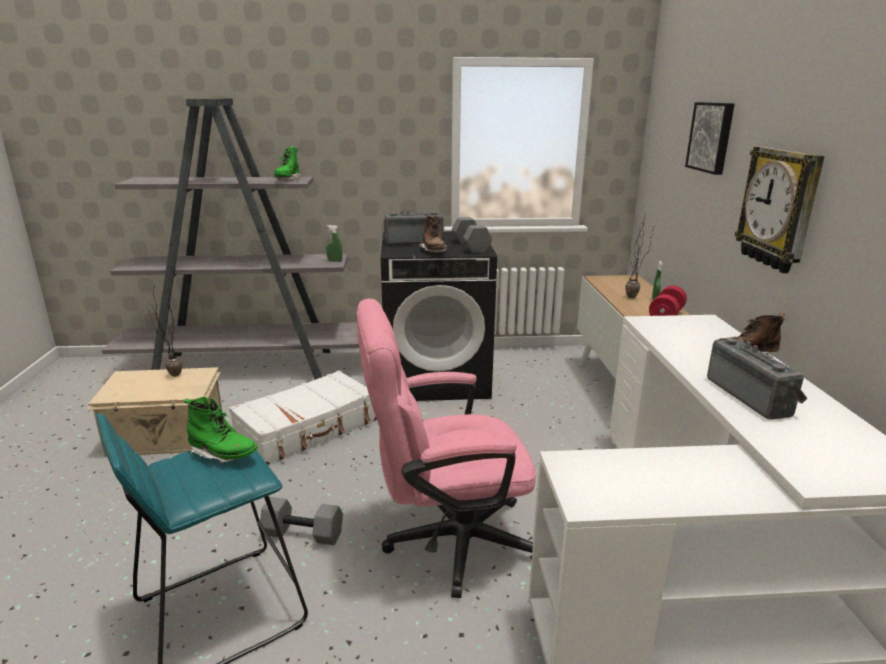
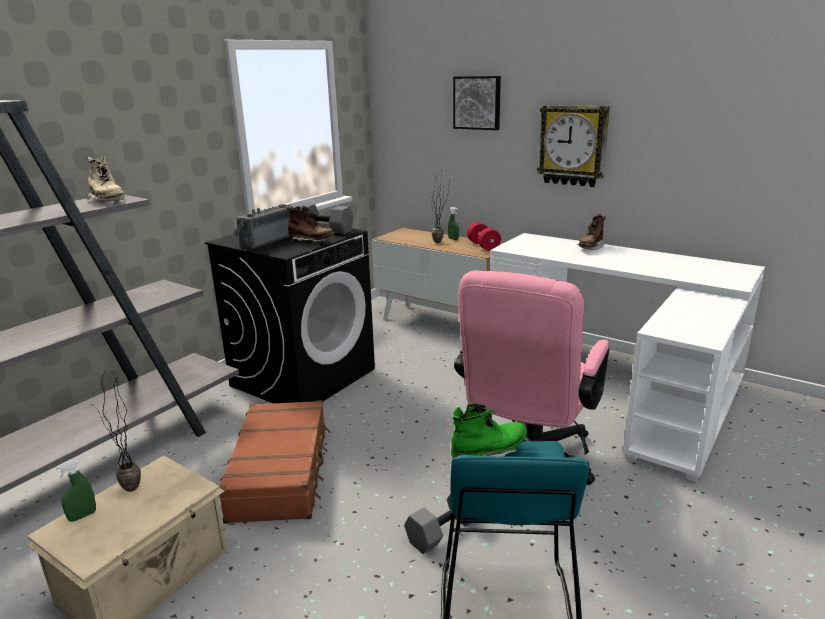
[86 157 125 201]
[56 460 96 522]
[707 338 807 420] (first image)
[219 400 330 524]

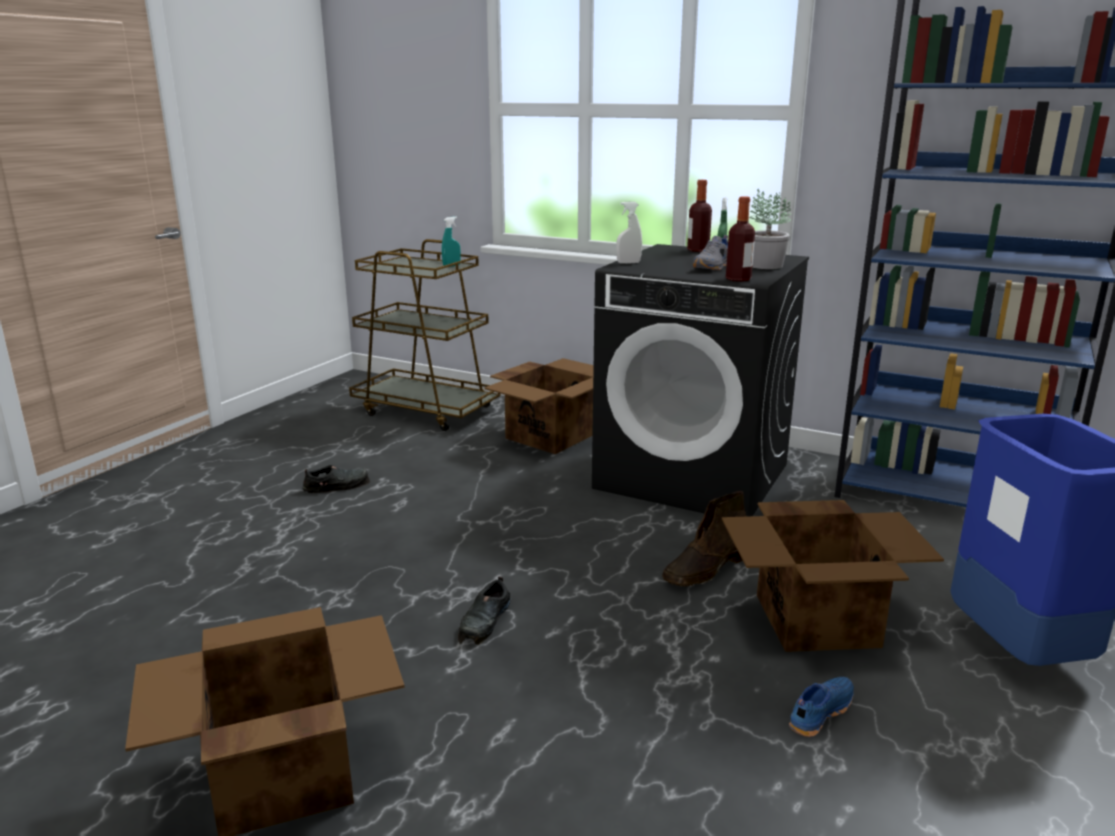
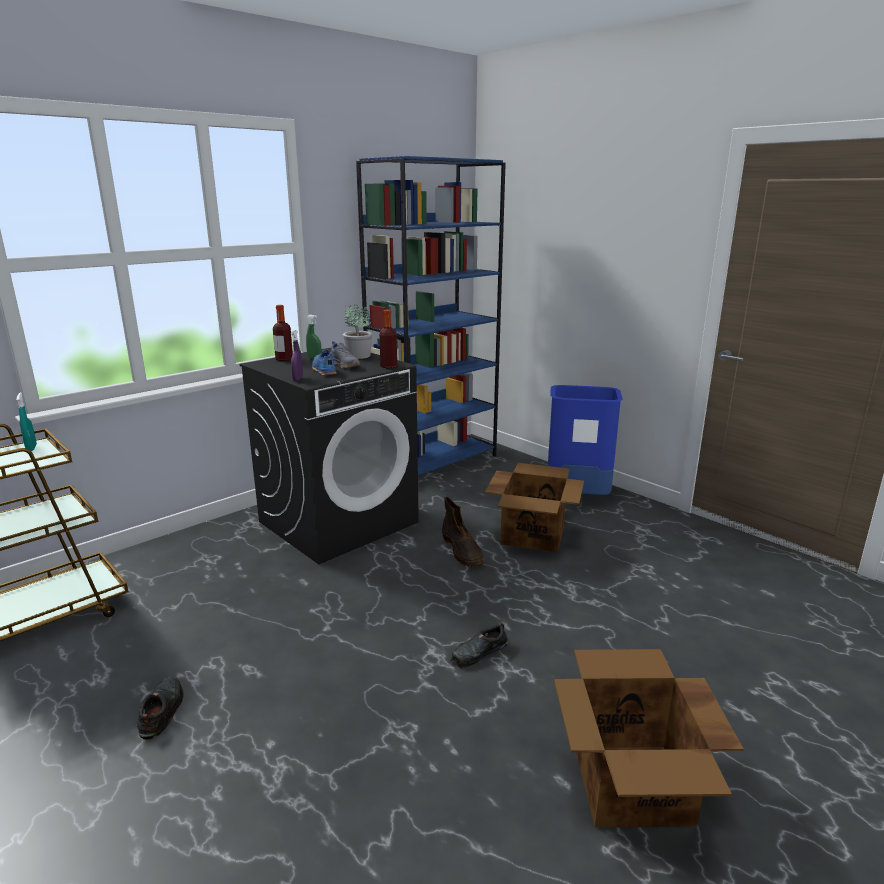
[291 330 303 381]
[484 358 594 454] (first image)
[450 623 508 668]
[312 349 337 376]

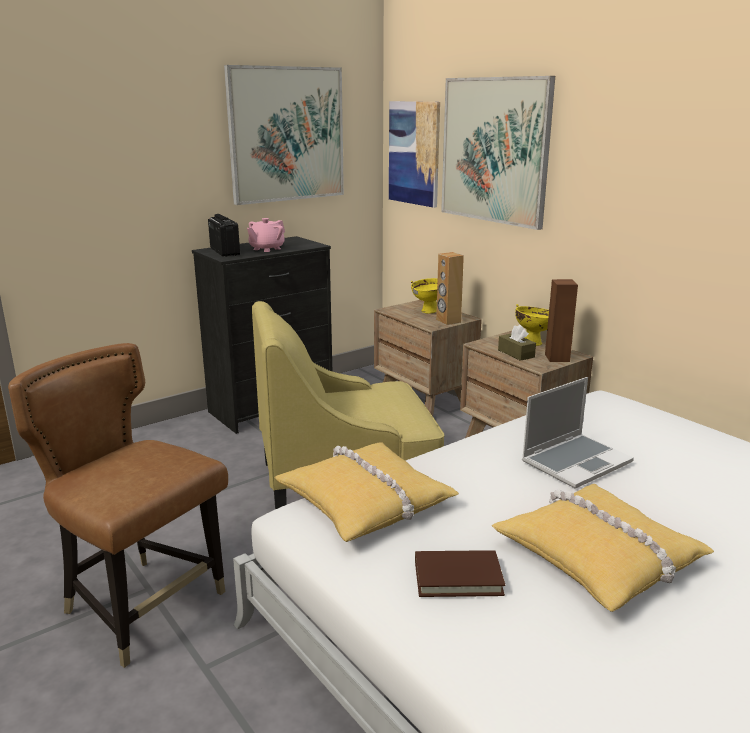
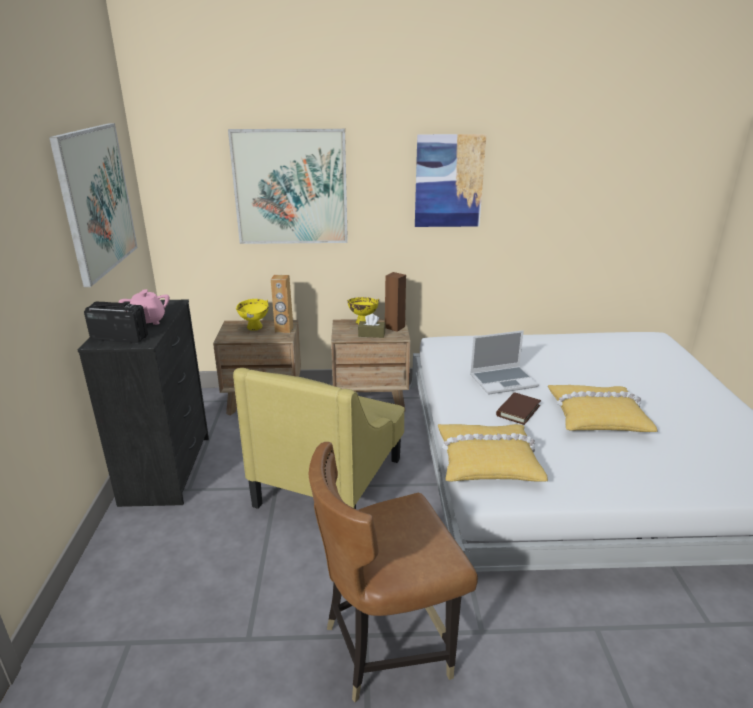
[415 134 486 227]
[470 330 539 394]
[496 392 541 425]

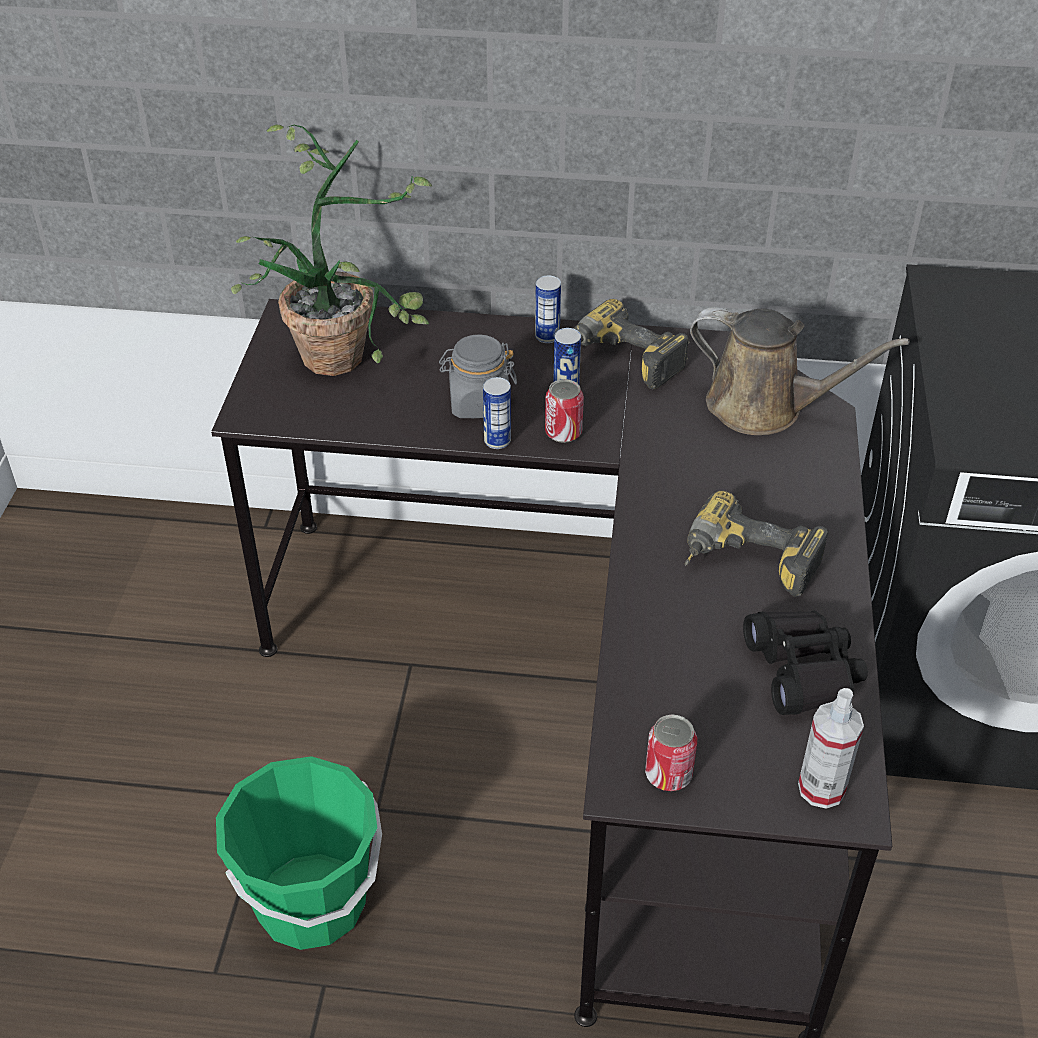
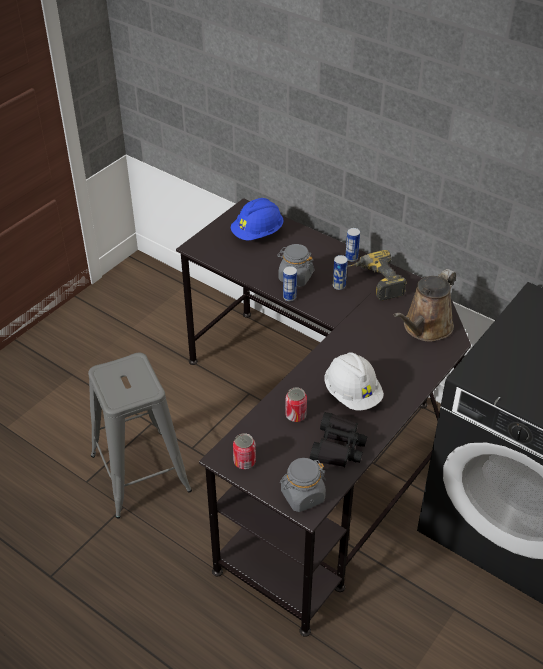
[231 198 284 240]
[394 269 456 342]
[285 387 307 422]
[325 352 384 410]
[280 458 326 512]
[88 353 192 518]

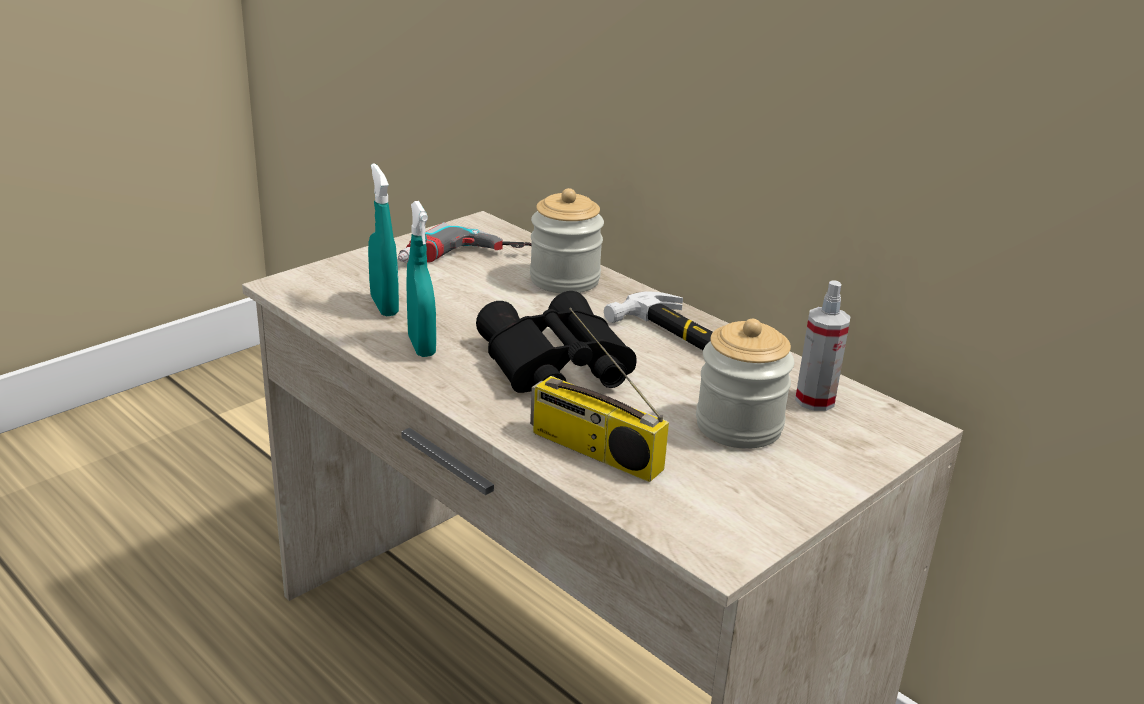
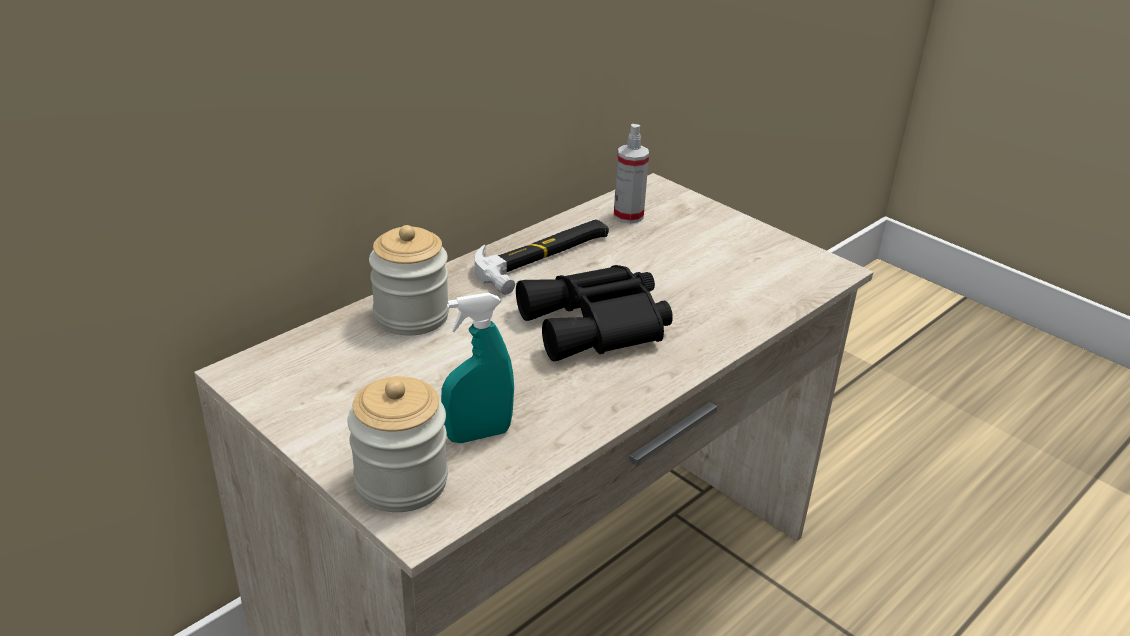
[406 201 436 357] (first image)
[398 222 532 263] (first image)
[530 308 669 482] (first image)
[347 376 448 512]

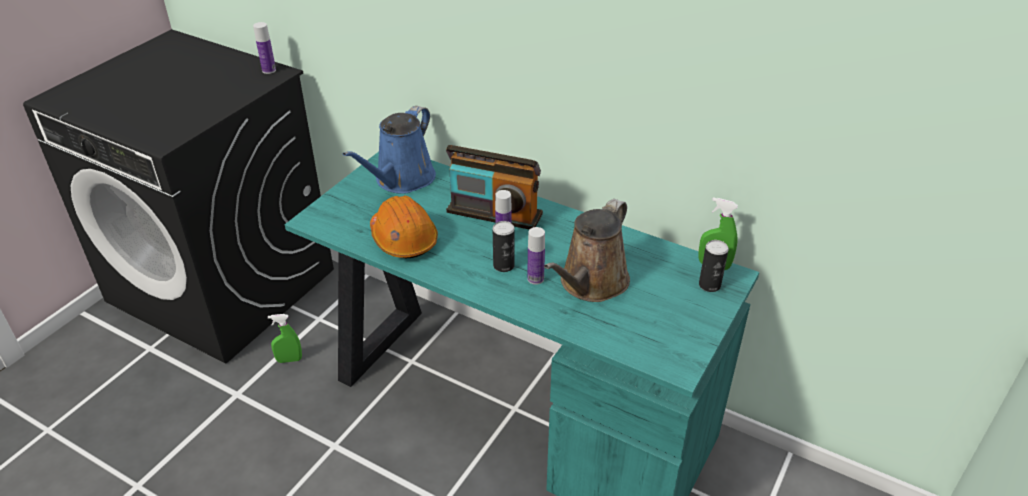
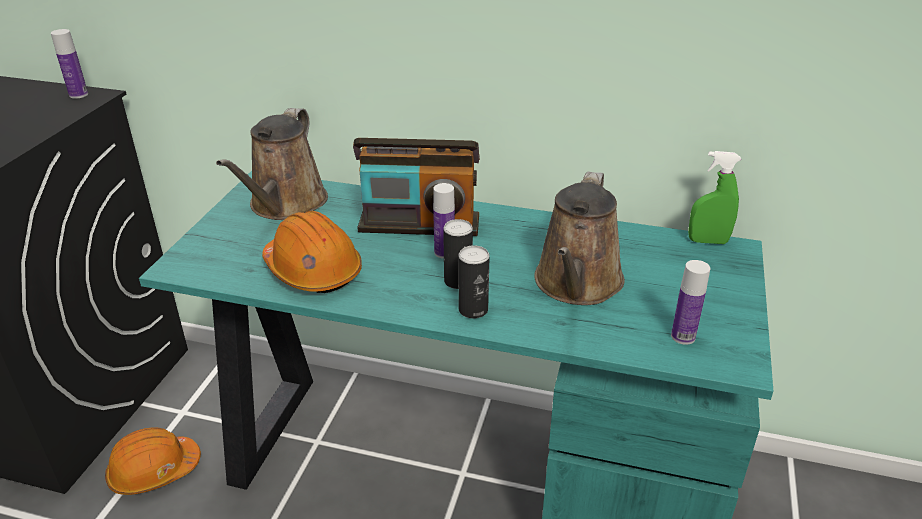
[216 108 328 220]
[671 260 710 345]
[458 245 490 318]
[105 428 201 495]

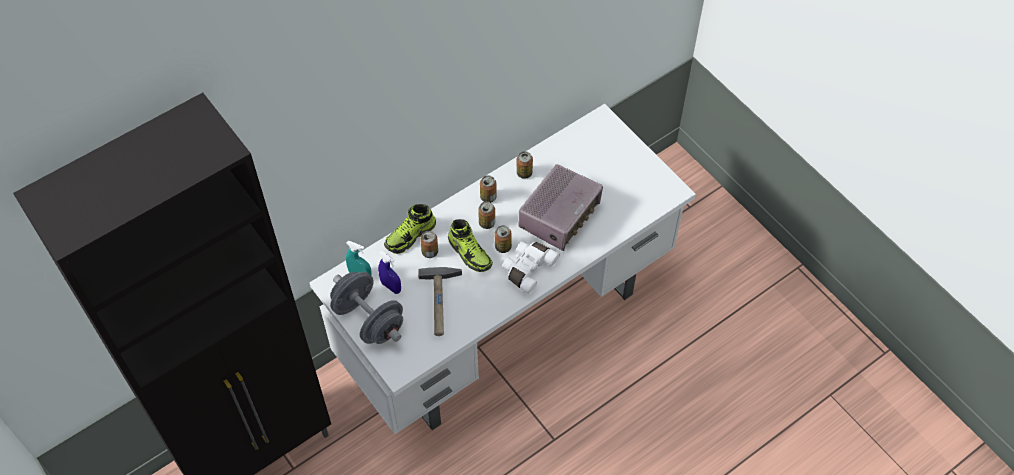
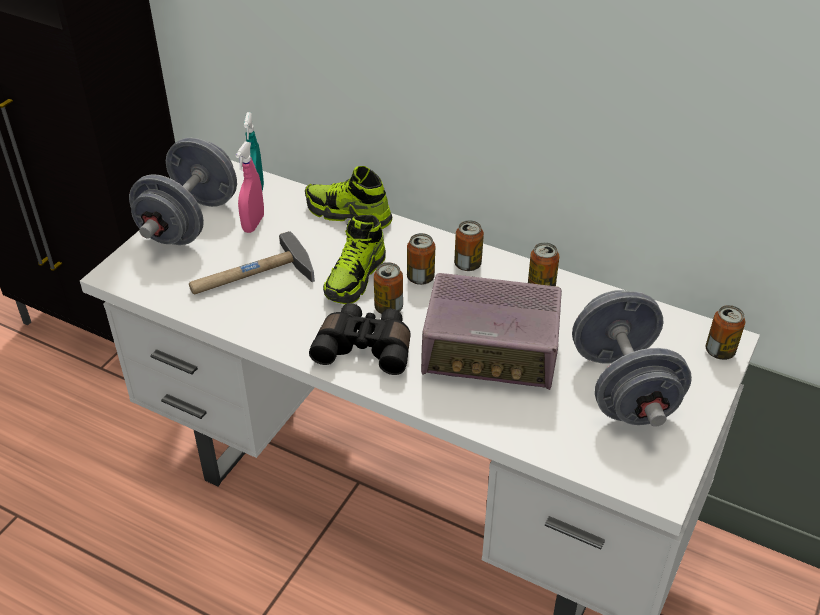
[706 305 745 360]
[309 303 411 375]
[236 142 264 233]
[572 290 692 426]

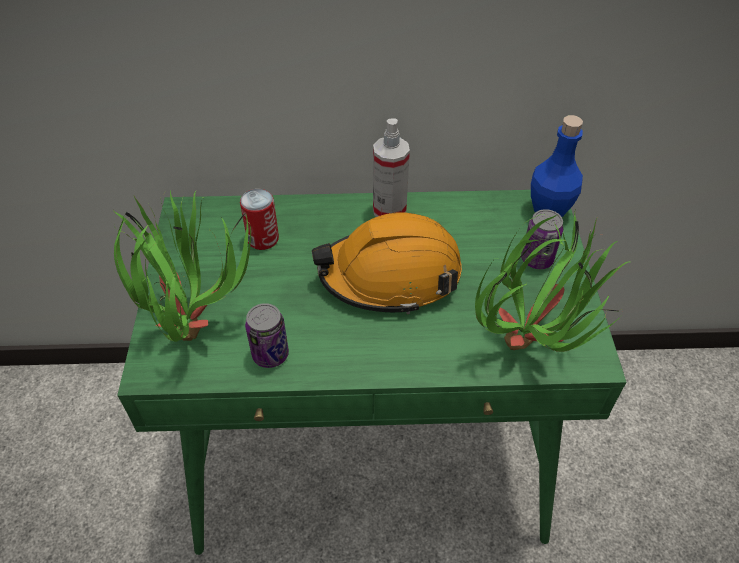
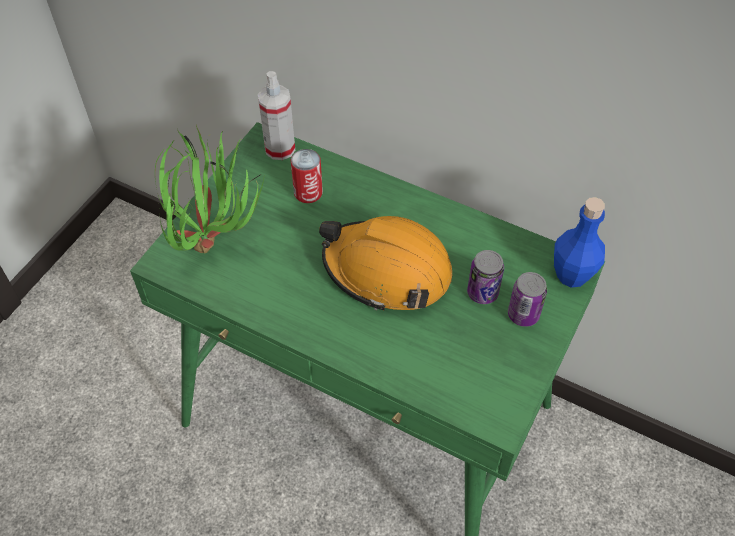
[258 71 295 160]
[475 212 629 352] (first image)
[467 250 504 304]

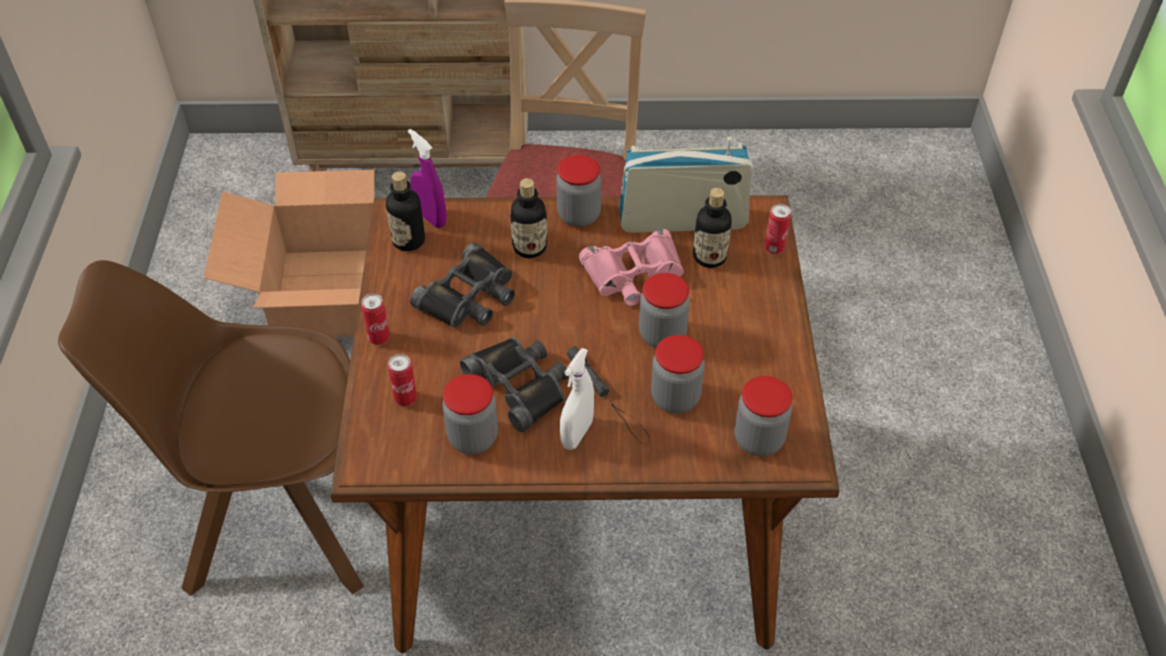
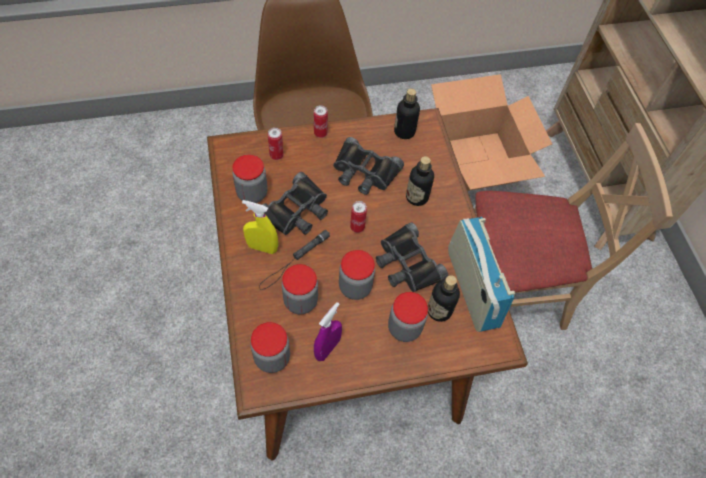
[314 302 342 361]
[388 292 428 342]
[350 201 367 233]
[376 222 448 292]
[242 200 278 254]

